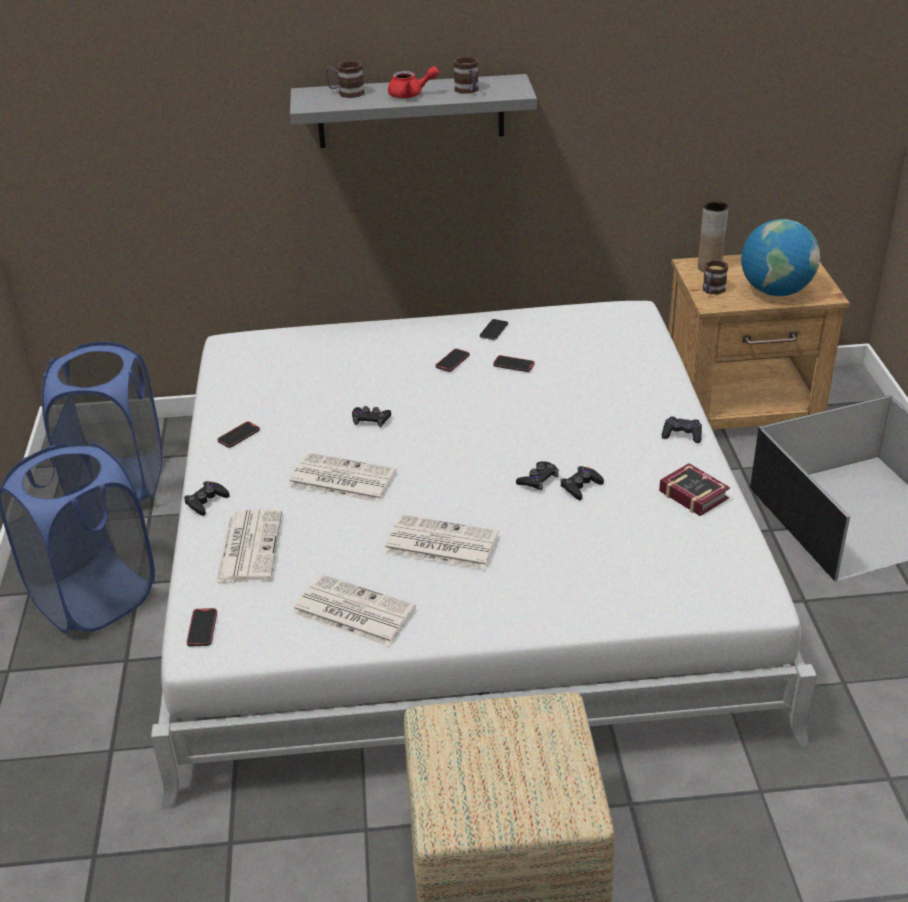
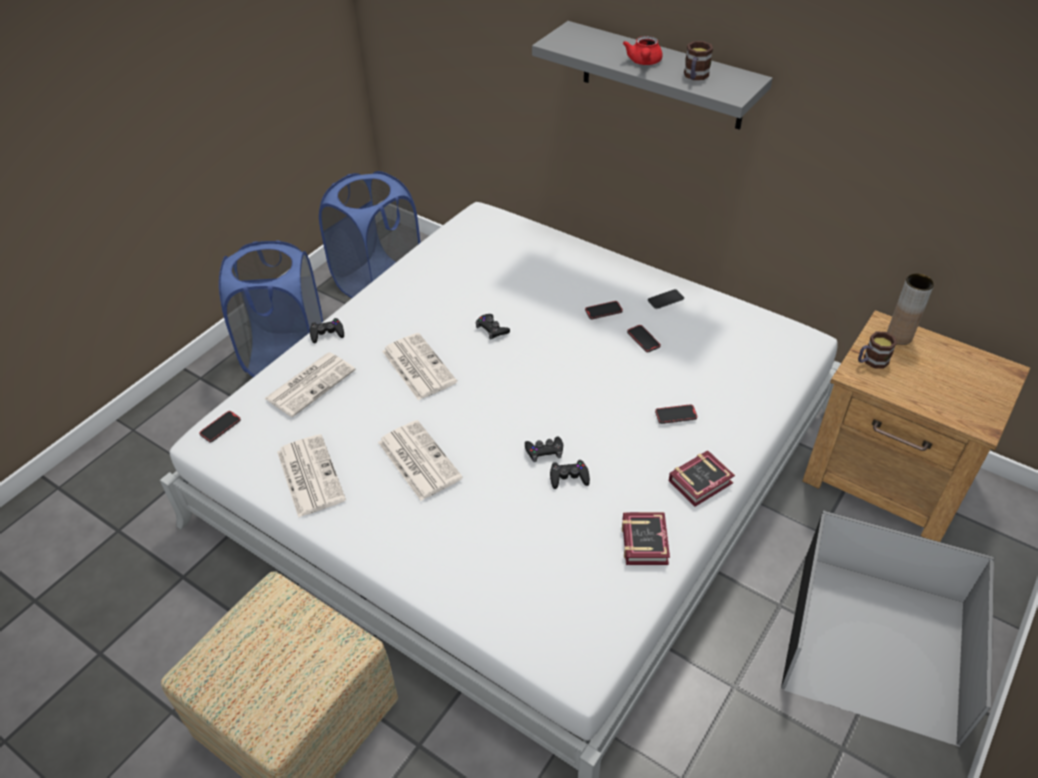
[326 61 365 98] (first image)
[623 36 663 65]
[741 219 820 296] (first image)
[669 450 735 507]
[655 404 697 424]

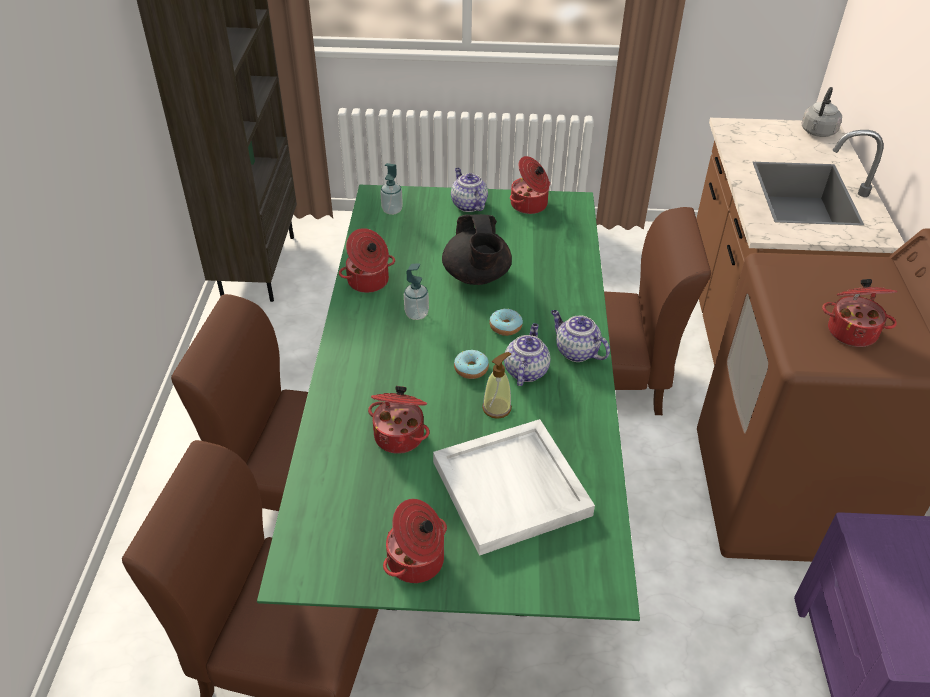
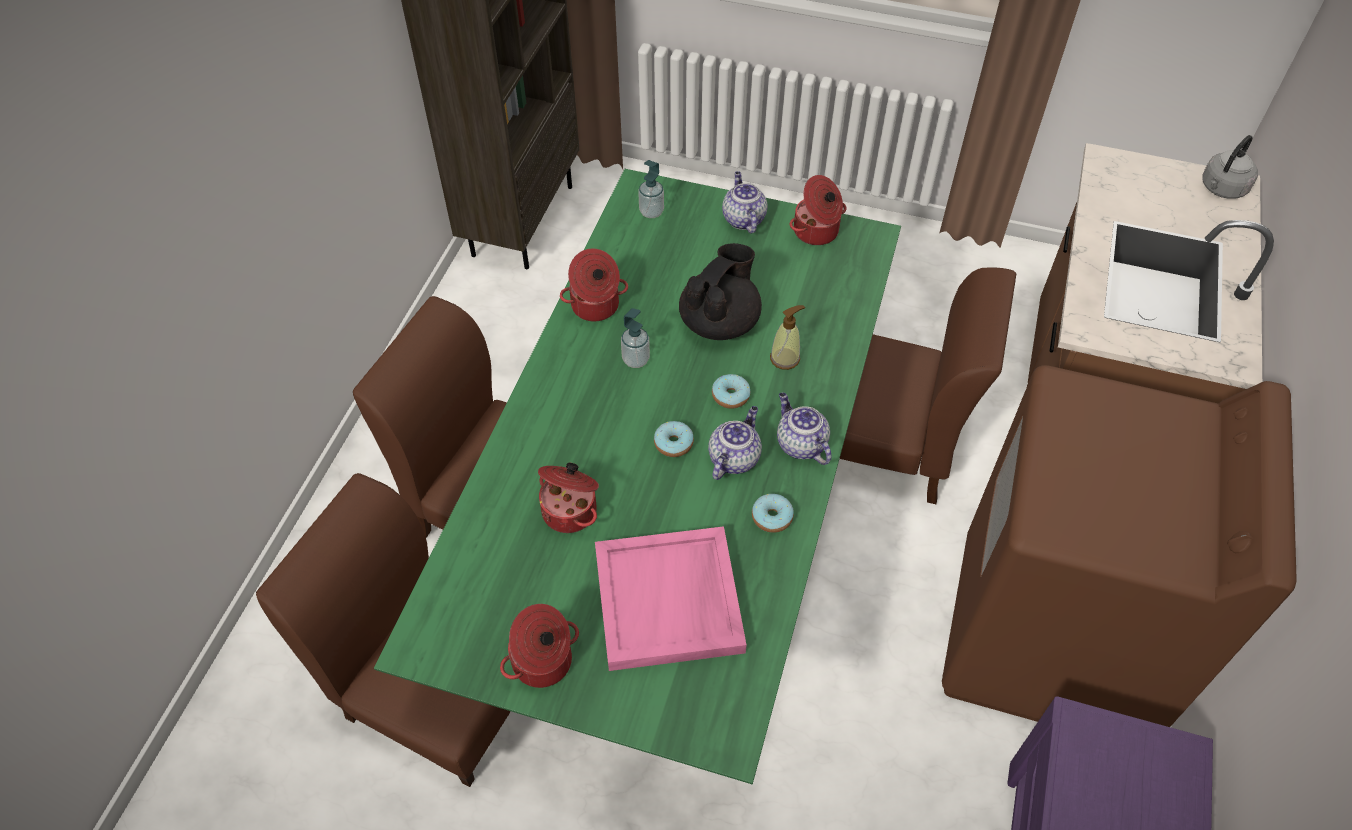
[679 243 762 340]
[822 279 897 347] (first image)
[770 305 805 370]
[595 526 746 671]
[752 494 794 533]

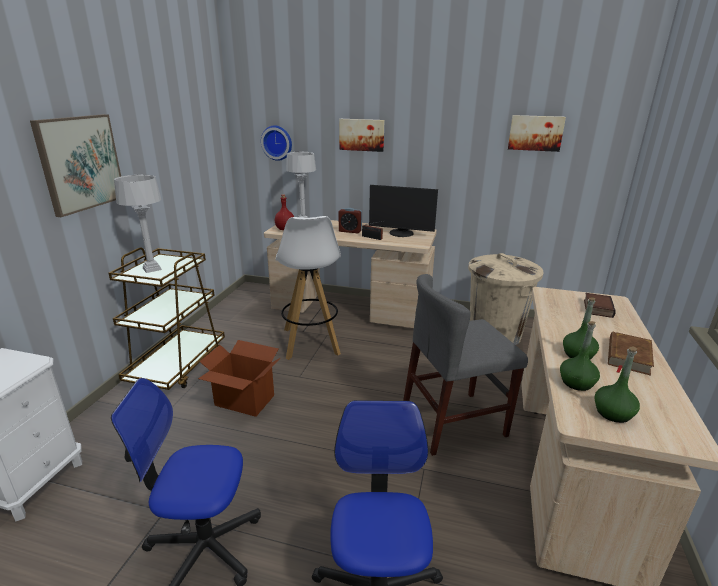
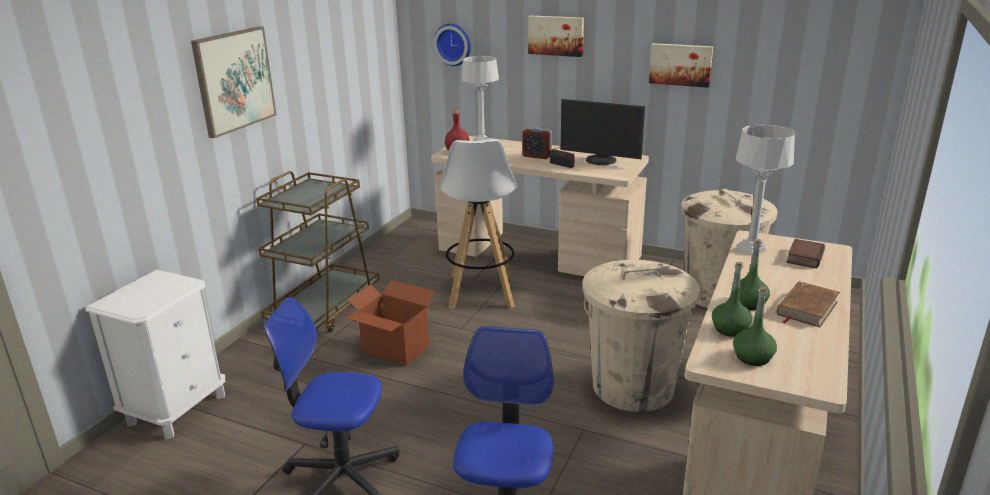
[649 43 713 88]
[736 124 795 255]
[583 260 700 412]

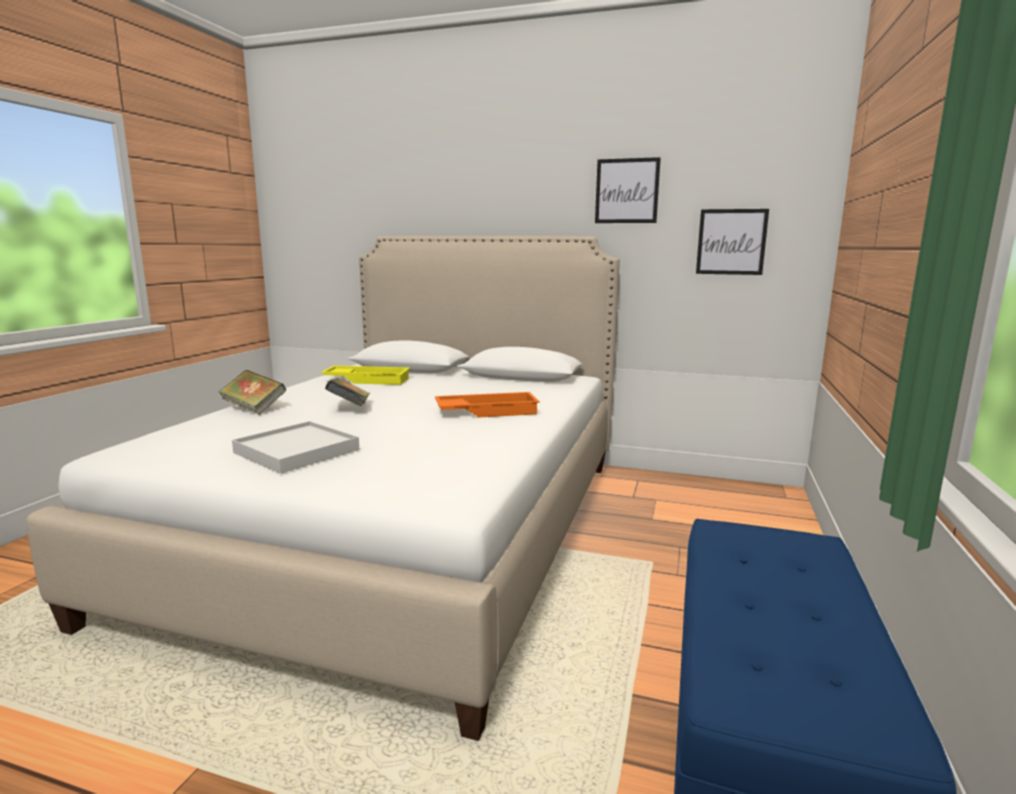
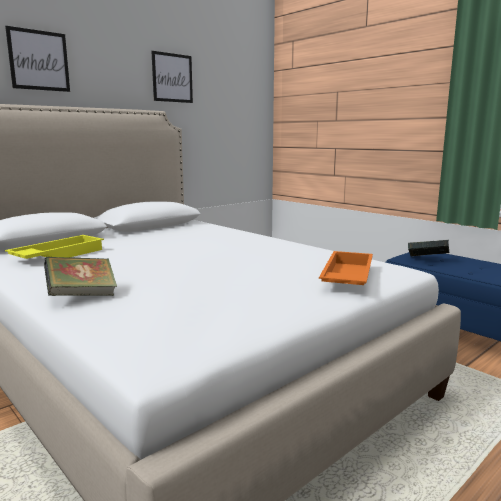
[5 26 70 92]
[408 240 449 256]
[319 251 373 285]
[232 421 359 474] (first image)

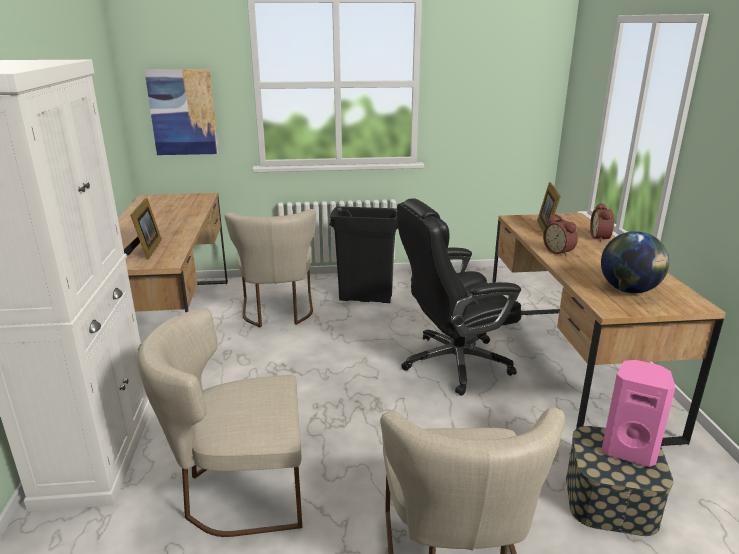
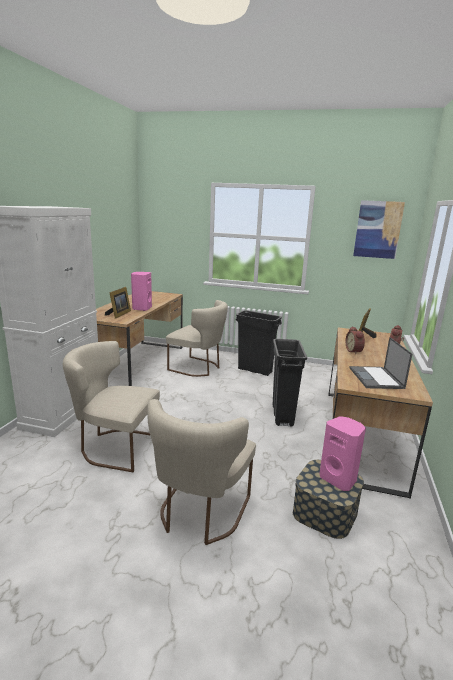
[353 200 405 259]
[273 339 307 427]
[166 300 228 377]
[350 337 412 389]
[131 272 152 311]

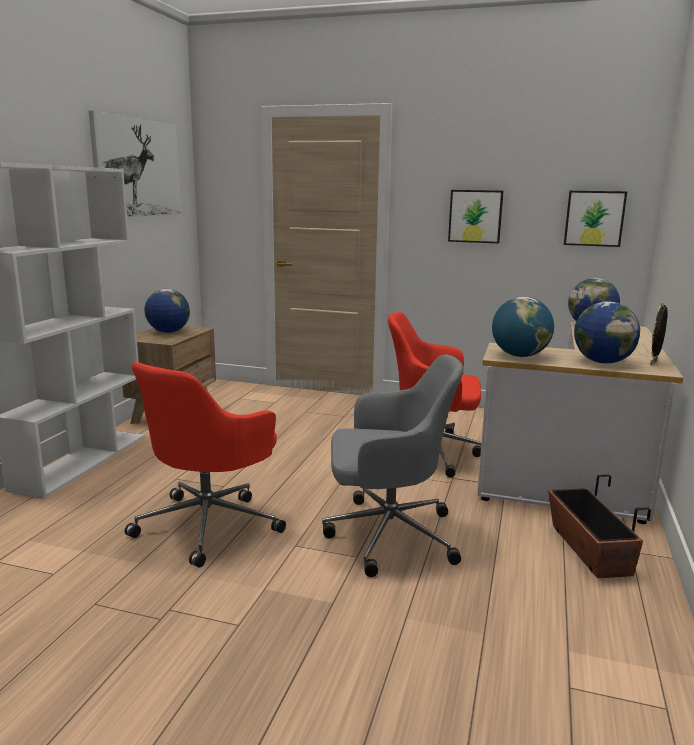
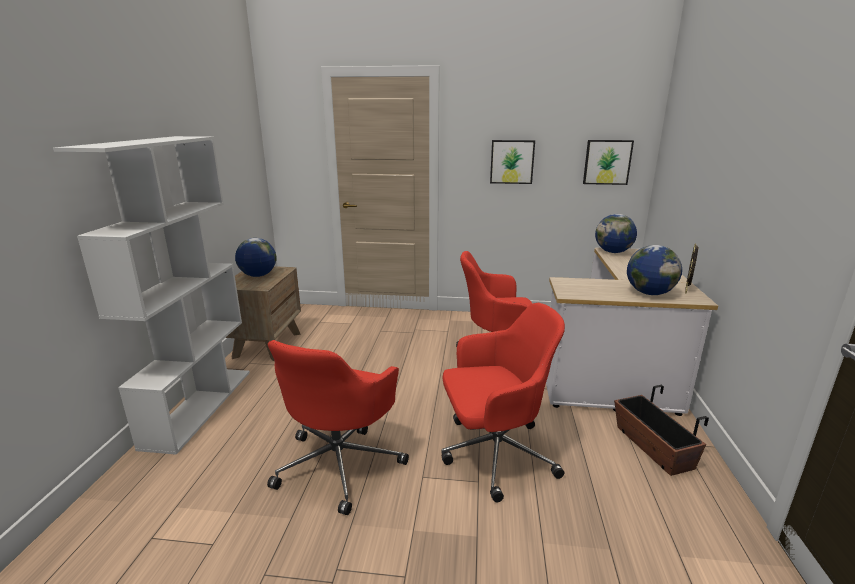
[89 110 181 217] (first image)
[492 297 554 357] (first image)
[442 303 565 502]

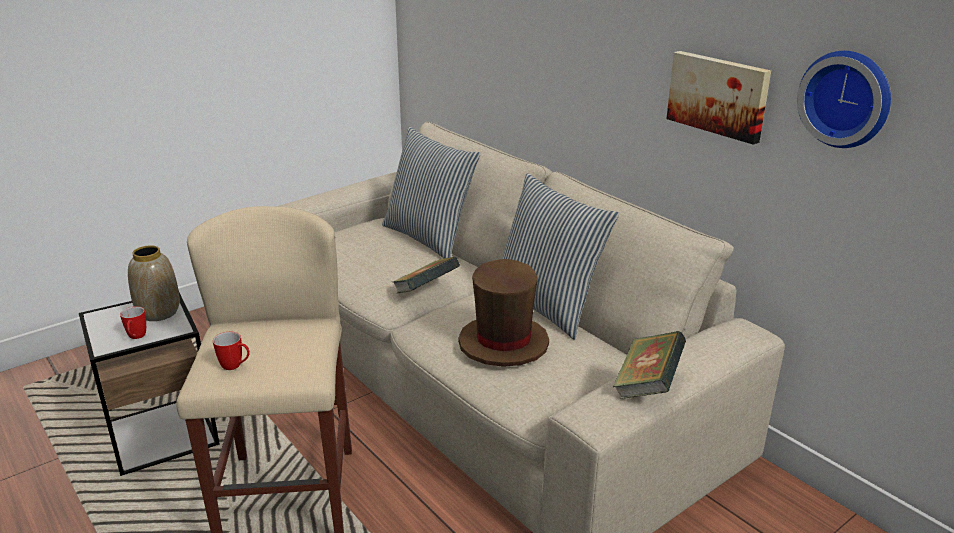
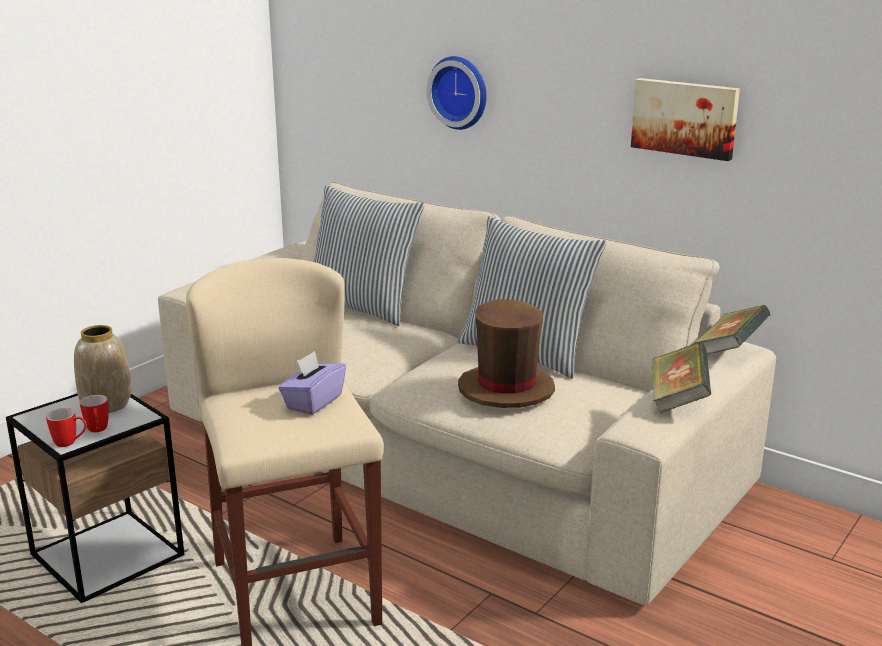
[427 56 487 130]
[694 305 770 355]
[46 408 87 447]
[278 351 346 415]

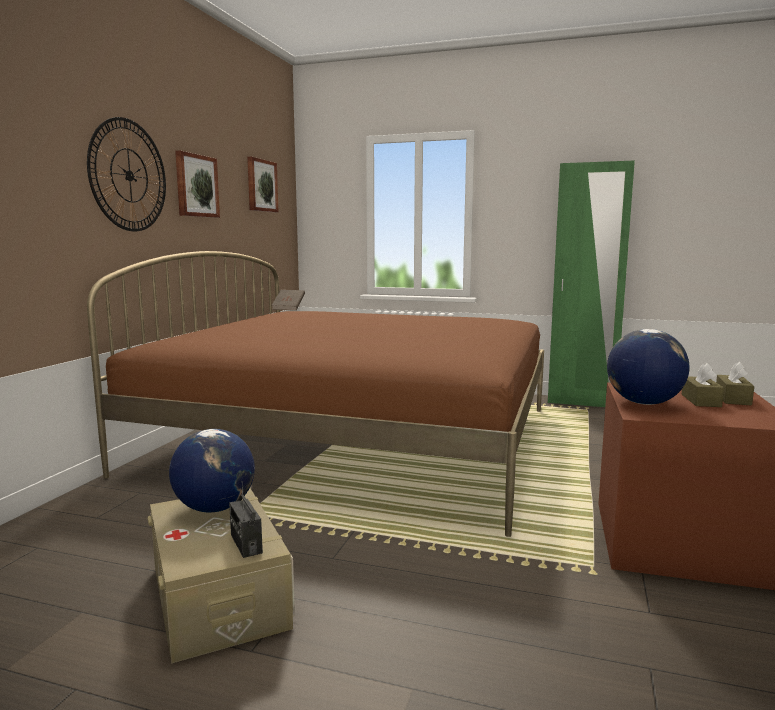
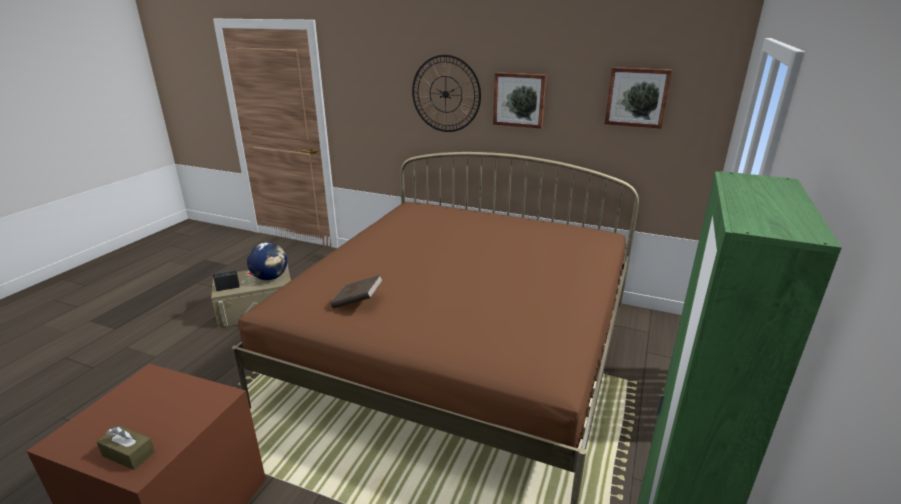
[330 275 383 309]
[607 329 690 405] (first image)
[682 363 724 407] (first image)

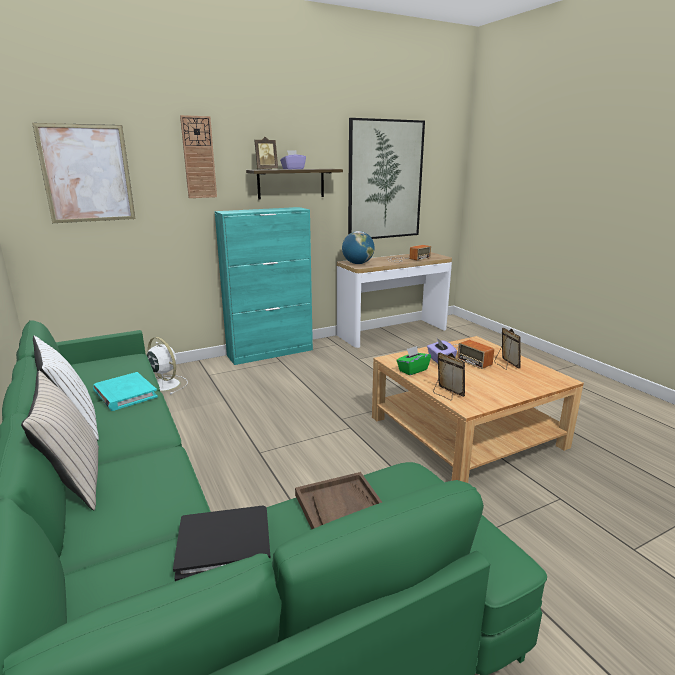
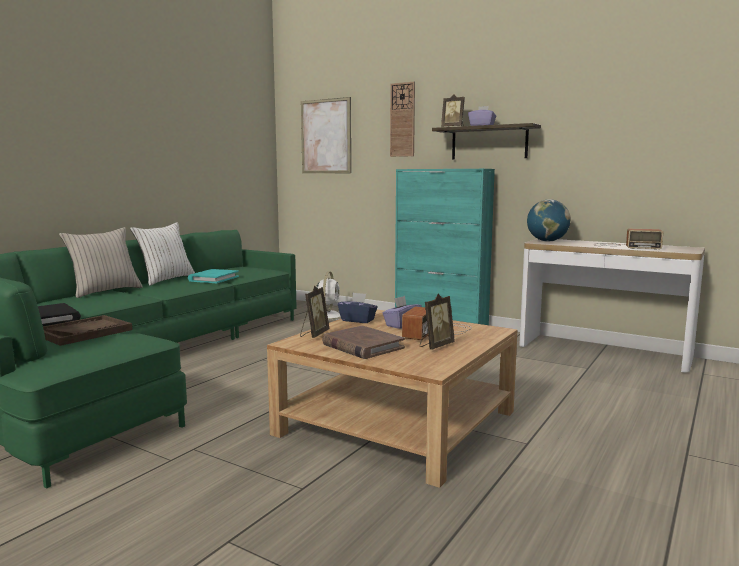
[348 118 425 239] (first image)
[338 292 378 323]
[322 325 405 359]

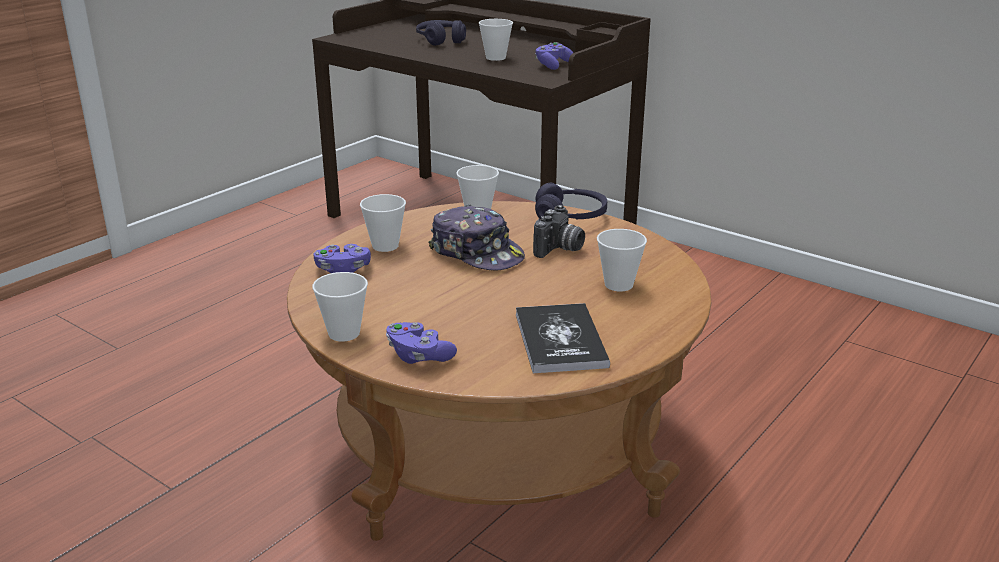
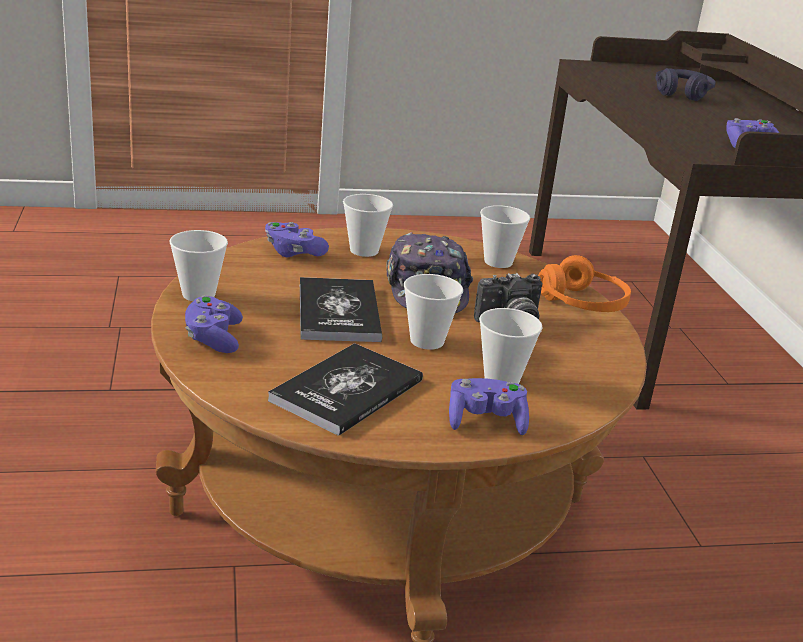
[404 274 463 350]
[538 255 631 312]
[300 277 382 342]
[449 378 529 435]

